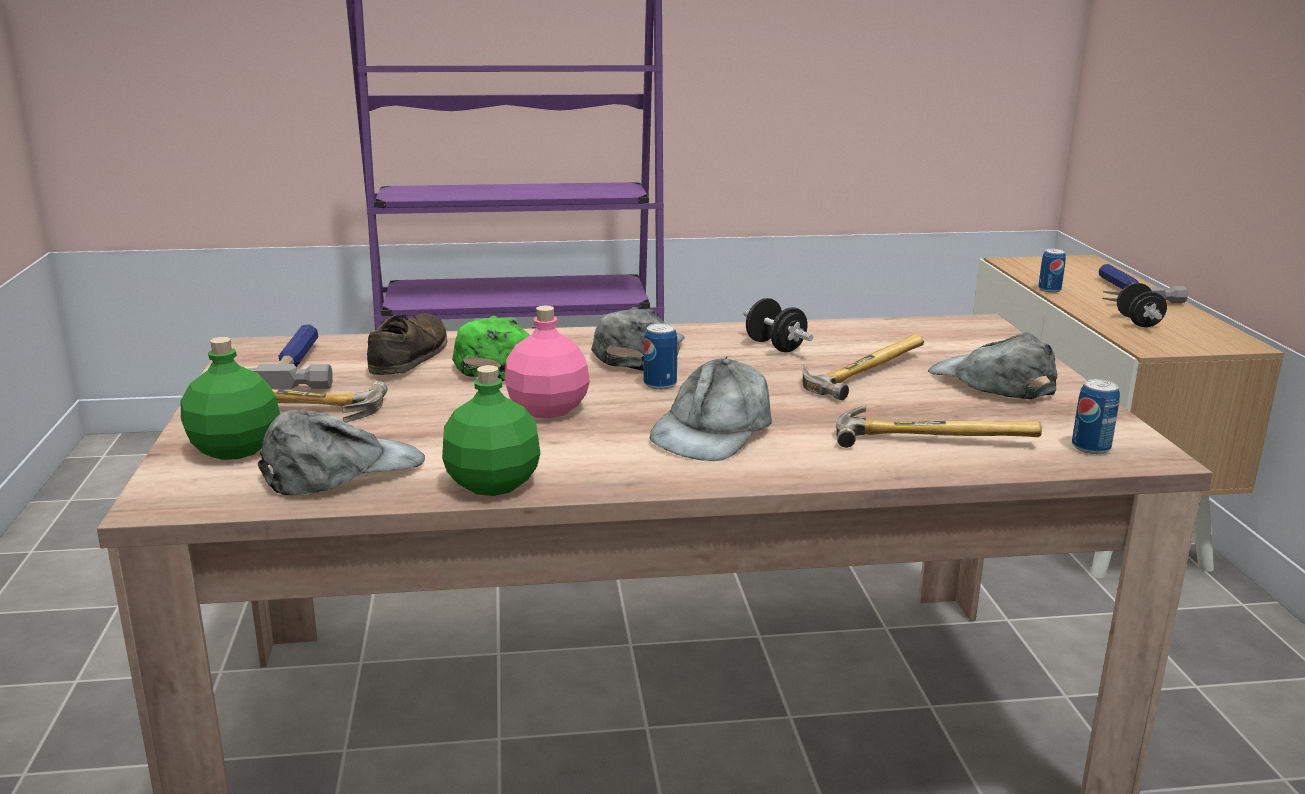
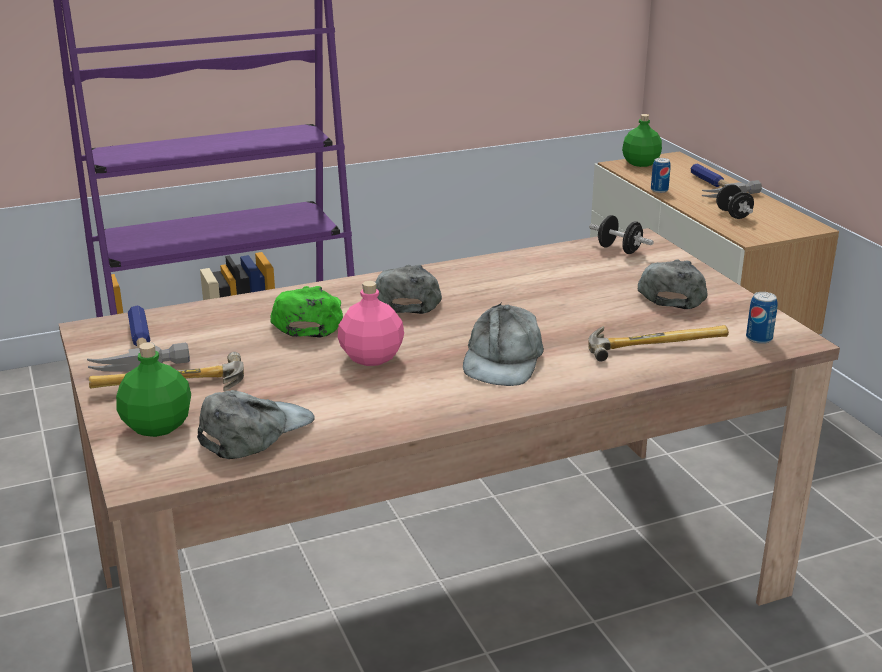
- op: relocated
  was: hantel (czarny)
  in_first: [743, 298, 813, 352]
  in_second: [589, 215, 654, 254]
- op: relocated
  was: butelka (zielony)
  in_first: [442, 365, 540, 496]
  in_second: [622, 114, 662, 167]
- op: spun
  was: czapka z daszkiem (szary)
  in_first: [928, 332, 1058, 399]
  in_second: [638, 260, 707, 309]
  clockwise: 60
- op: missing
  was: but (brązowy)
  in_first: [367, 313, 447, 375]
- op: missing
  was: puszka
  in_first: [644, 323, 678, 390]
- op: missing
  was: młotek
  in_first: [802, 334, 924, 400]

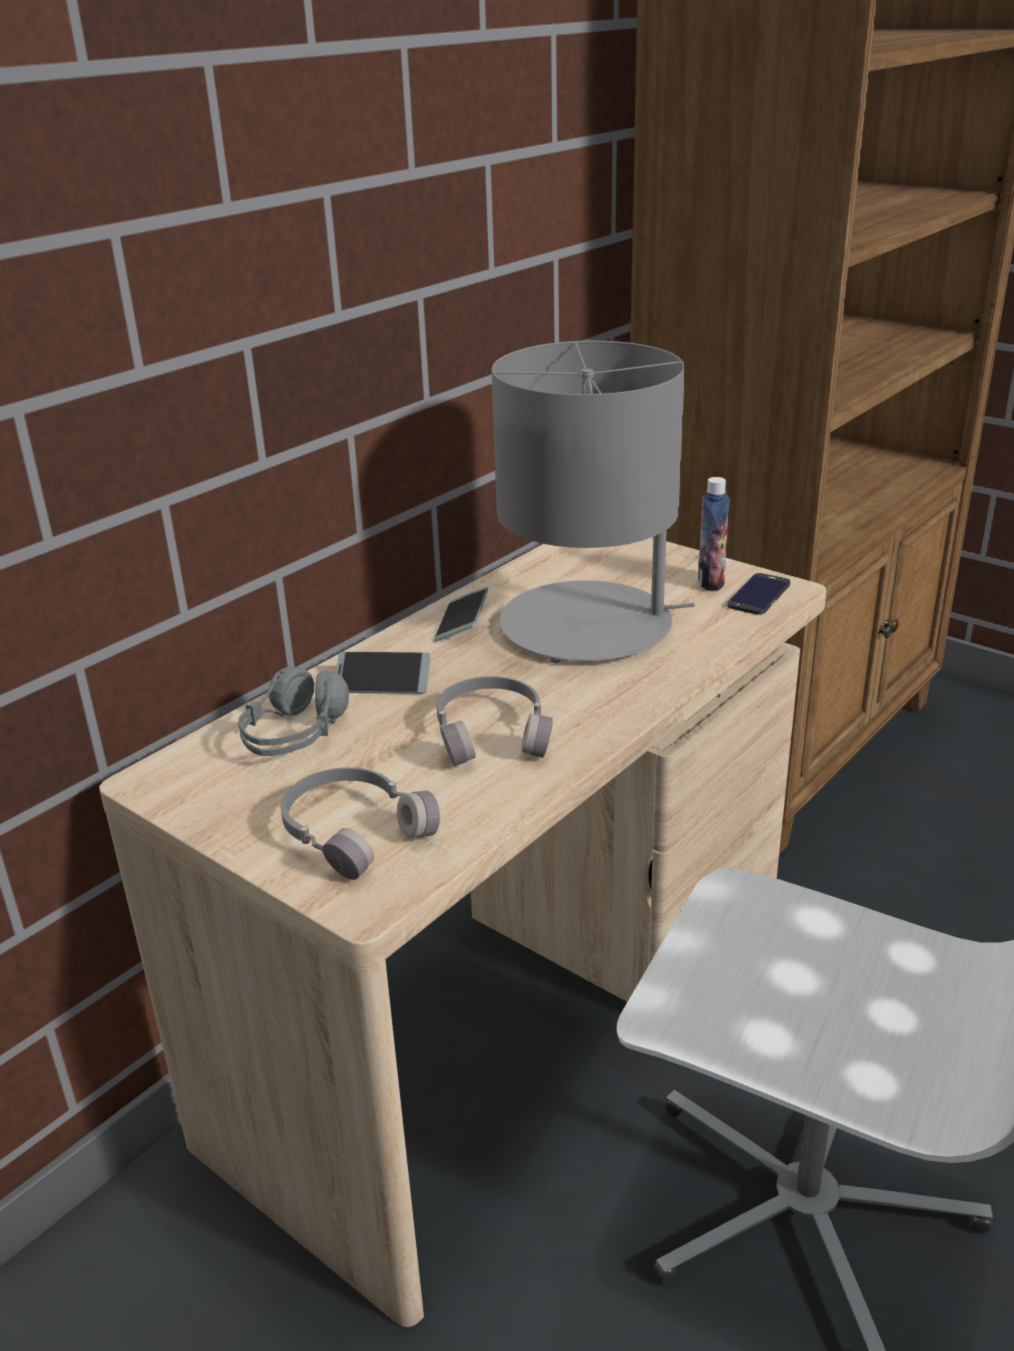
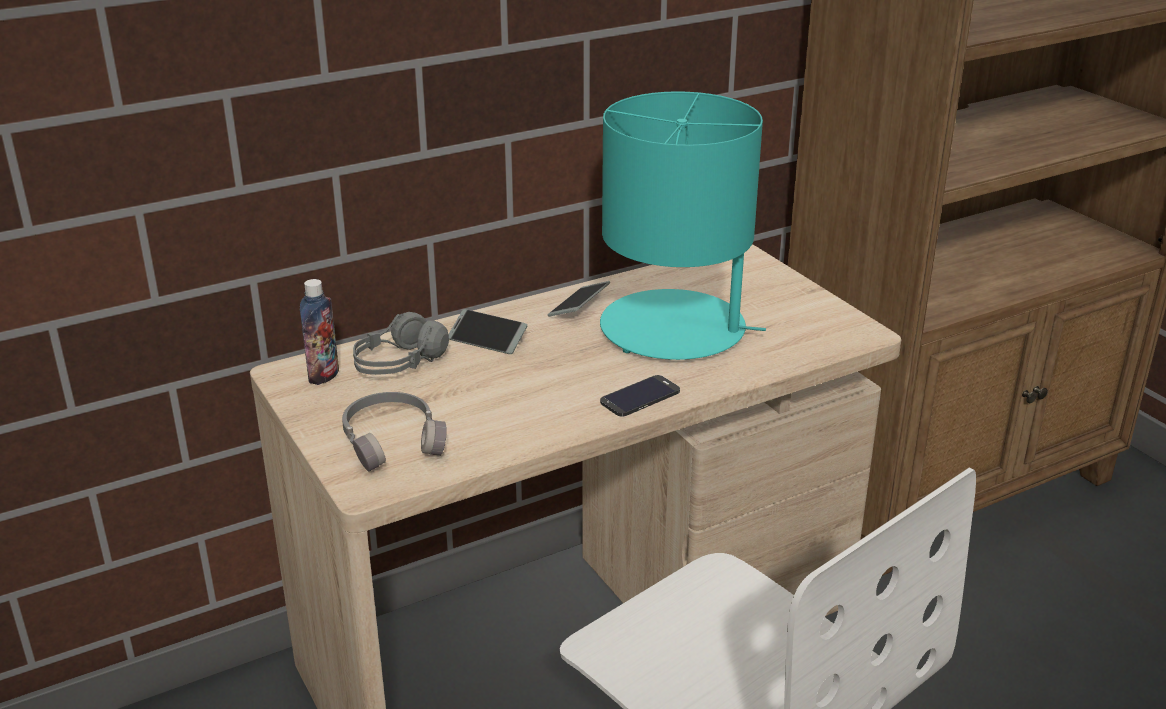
- op: relocated
  was: butelka
  in_first: [698, 477, 730, 591]
  in_second: [300, 279, 339, 385]
- op: colour
  was: lampa stołowa (szary)
  now: lampa stołowa (turkusowy)
  in_first: [492, 341, 695, 663]
  in_second: [600, 91, 766, 360]
- op: relocated
  was: telefon
  in_first: [727, 573, 790, 615]
  in_second: [600, 375, 680, 417]
- op: missing
  was: słuchawki (szary)
  in_first: [436, 676, 553, 766]

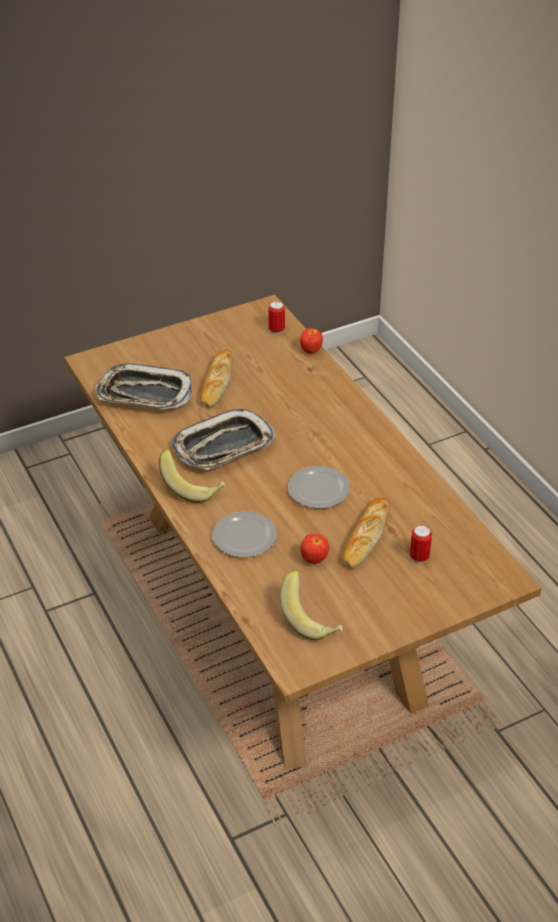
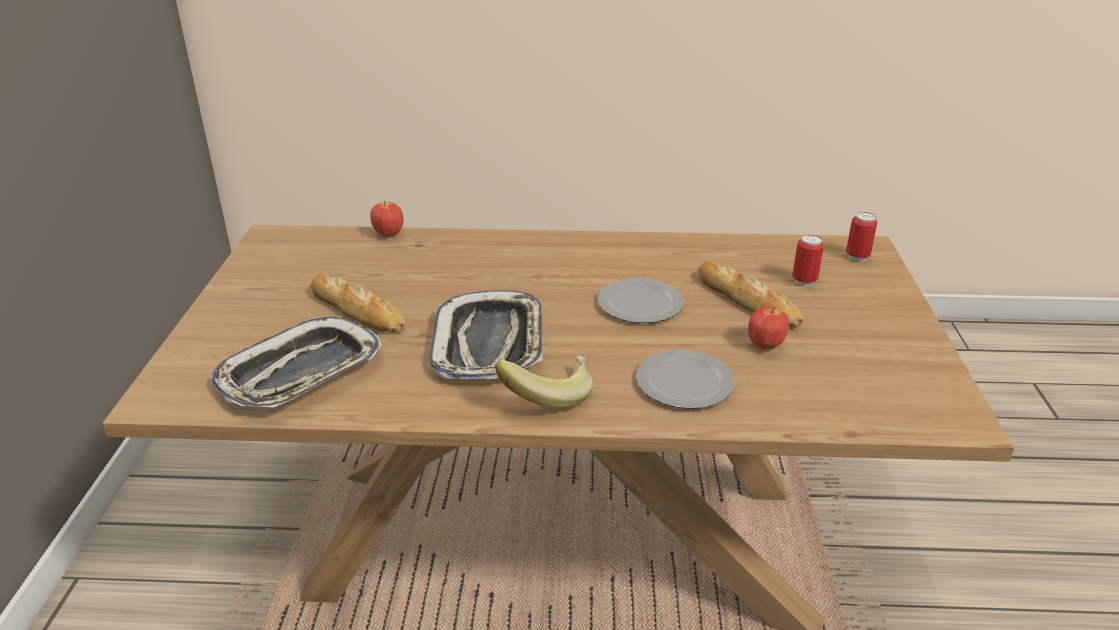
- op: relocated
  was: puszka
  in_first: [268, 301, 285, 334]
  in_second: [846, 212, 877, 261]
- op: missing
  was: banan
  in_first: [280, 570, 343, 640]

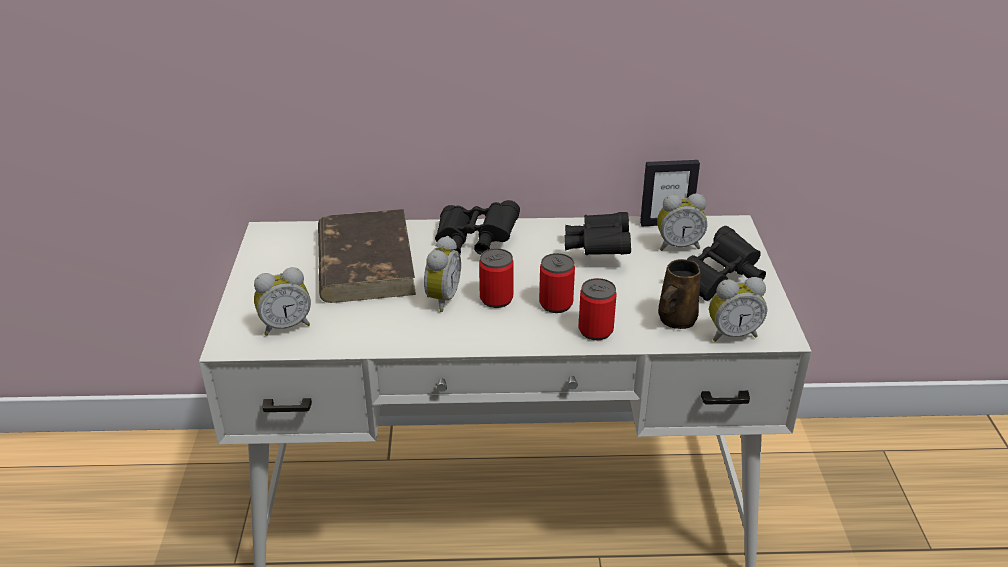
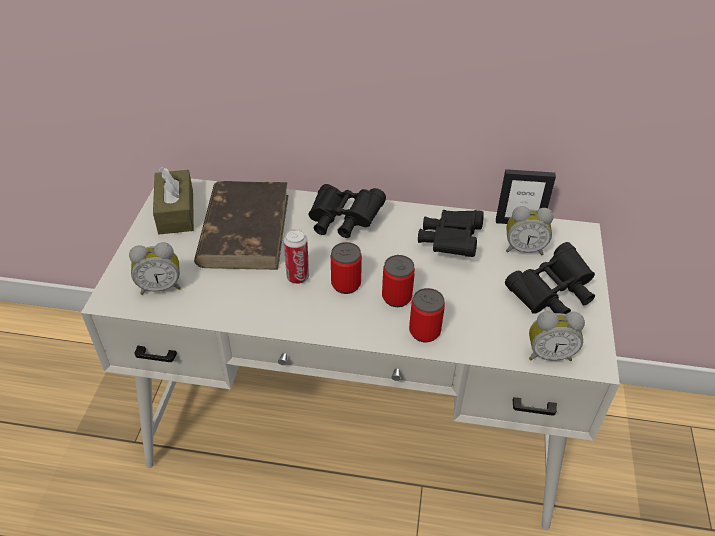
- op: appeared
  now: pudełko chusteczek (brązowy)
  in_second: [153, 167, 194, 234]
- op: exchanged
  was: budzik
  now: puszka
  in_first: [424, 236, 461, 312]
  in_second: [284, 229, 309, 284]
- op: missing
  was: kubek (brązowy)
  in_first: [658, 259, 701, 329]

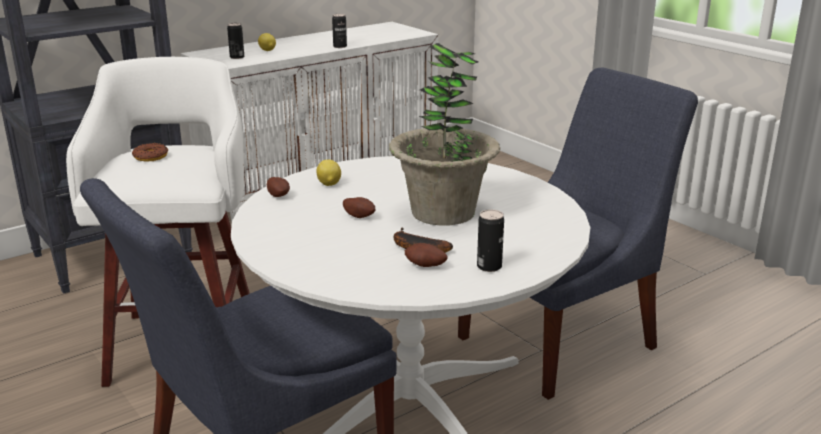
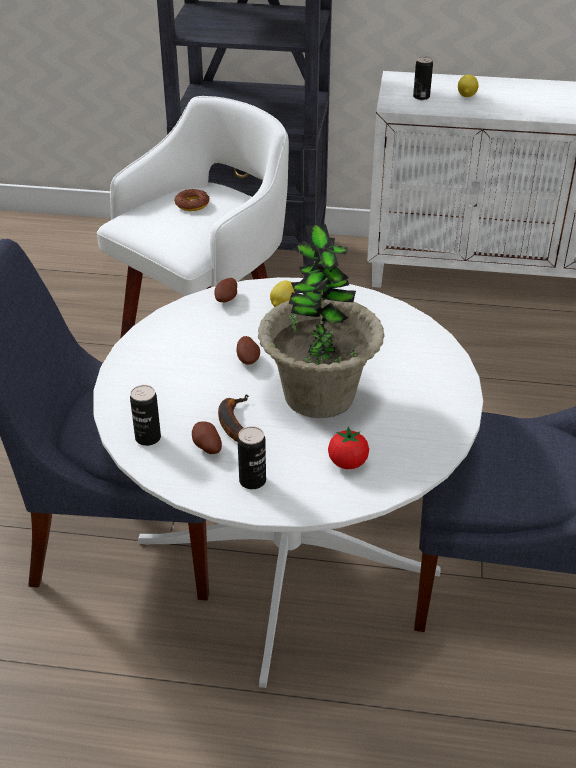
- op: relocated
  was: puszka
  in_first: [332, 14, 347, 48]
  in_second: [130, 385, 161, 446]
- op: appeared
  now: pomidor
  in_second: [328, 427, 369, 469]

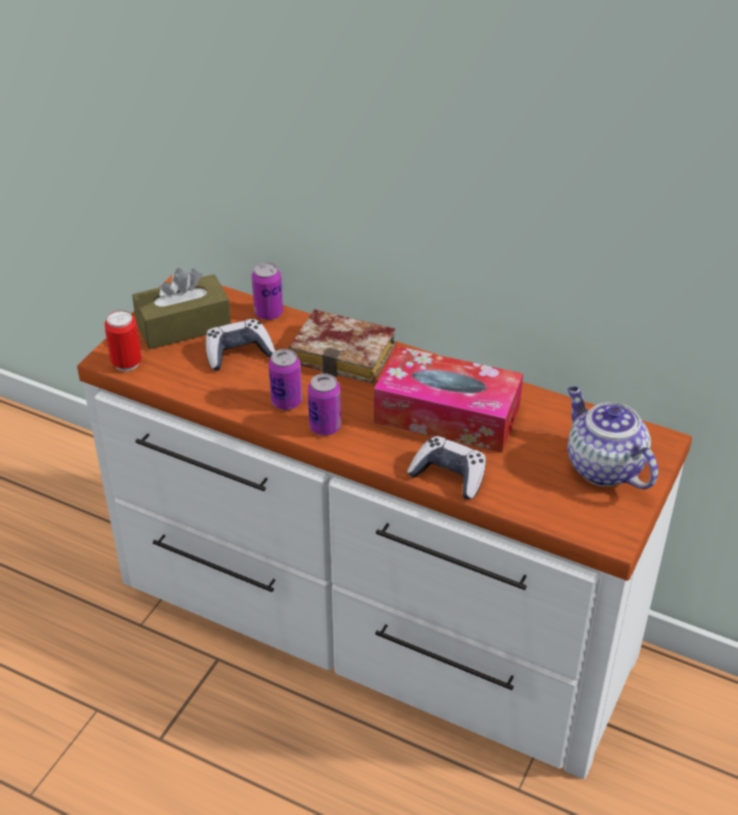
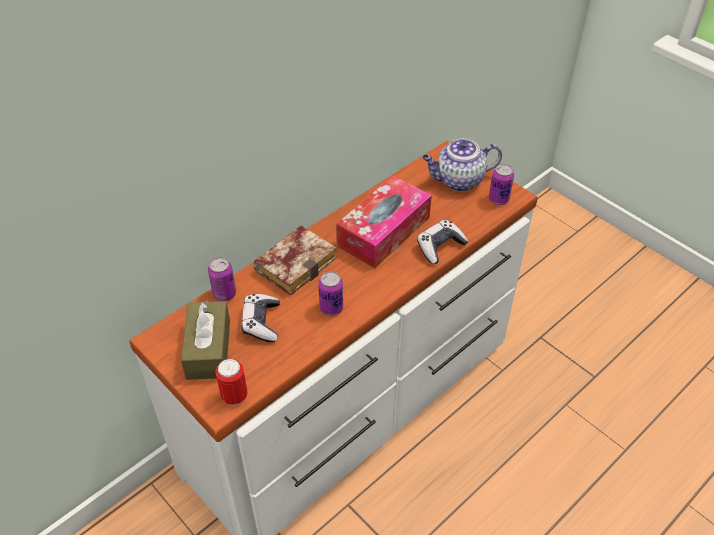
- op: relocated
  was: puszka
  in_first: [308, 373, 341, 436]
  in_second: [489, 164, 514, 205]

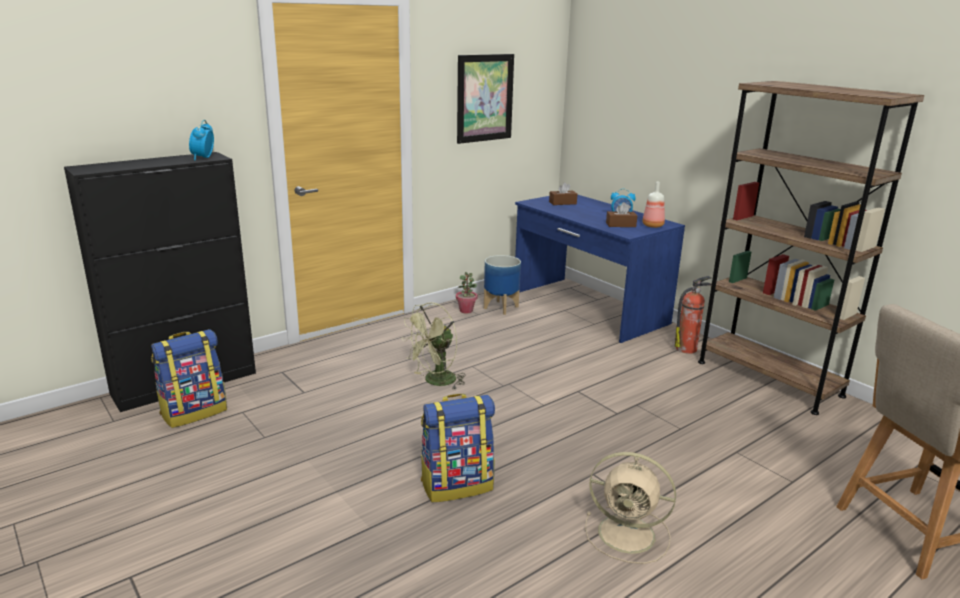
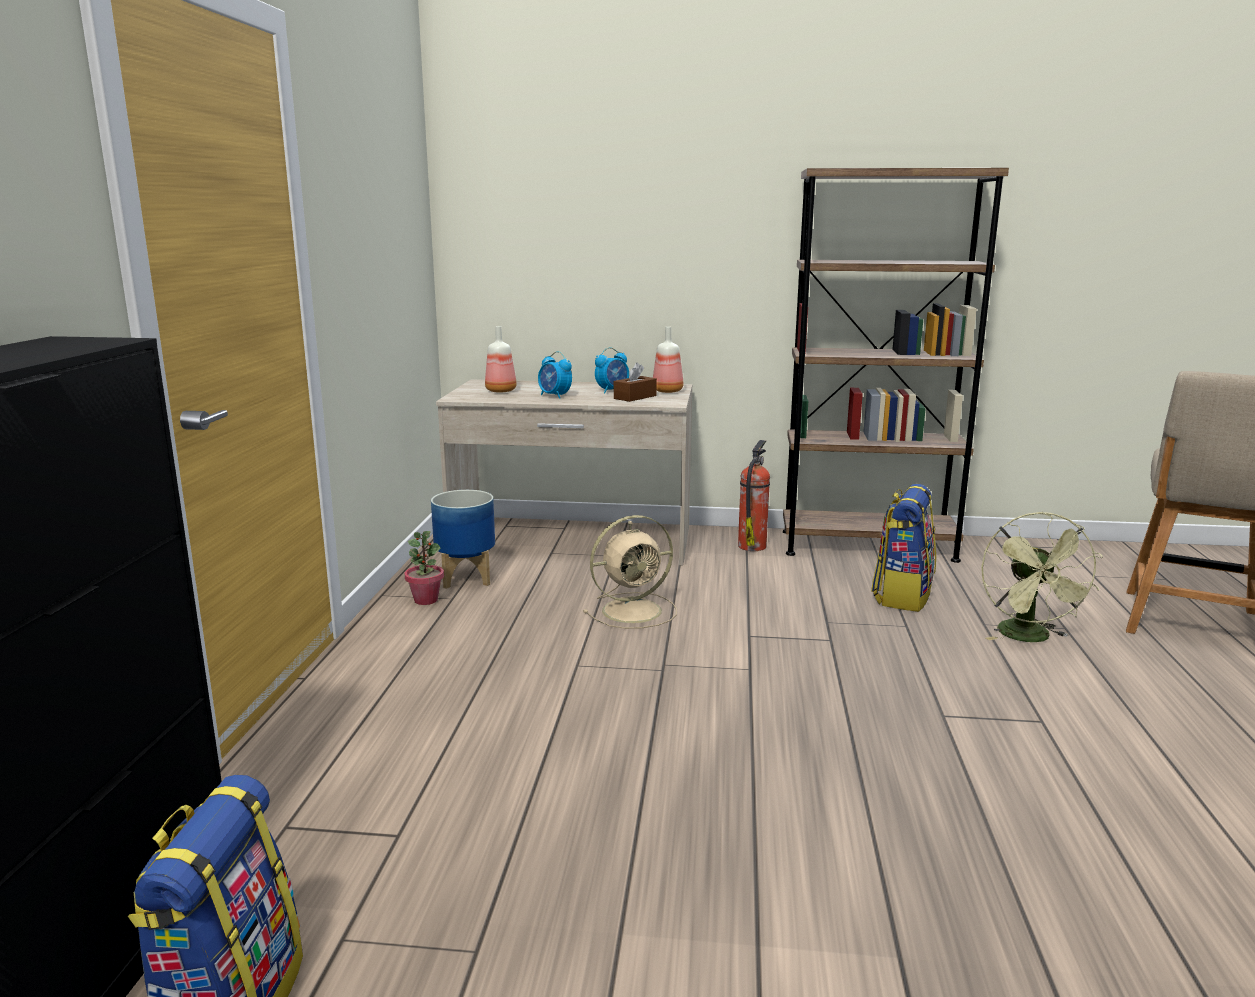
- op: colour
  was: biurko (niebieski)
  now: biurko (beżowy)
  in_first: [515, 195, 685, 343]
  in_second: [436, 379, 692, 565]
- op: exchanged
  was: pudełko chusteczek (brązowy)
  now: butelka
  in_first: [549, 182, 577, 205]
  in_second: [485, 326, 517, 392]
- op: relocated
  was: budzik
  in_first: [189, 120, 214, 160]
  in_second: [538, 351, 572, 399]
- op: relocated
  was: wentylator (beżowy)
  in_first: [585, 452, 676, 564]
  in_second: [583, 515, 677, 629]
- op: relocated
  was: plecak
  in_first: [420, 394, 495, 502]
  in_second: [871, 484, 936, 612]
- op: relocated
  was: wentylator (zielony)
  in_first: [402, 302, 465, 390]
  in_second: [981, 512, 1103, 642]
- op: missing
  was: obraz
  in_first: [457, 54, 514, 144]

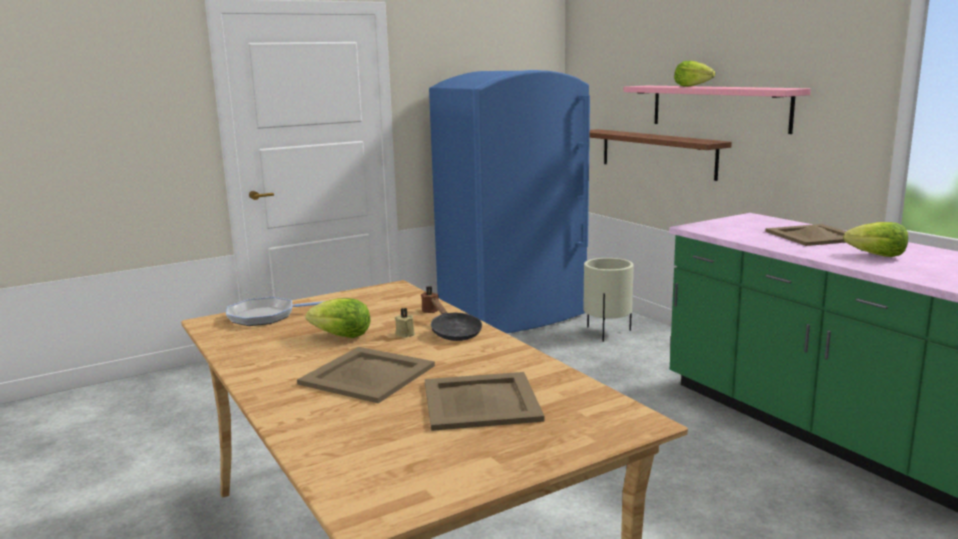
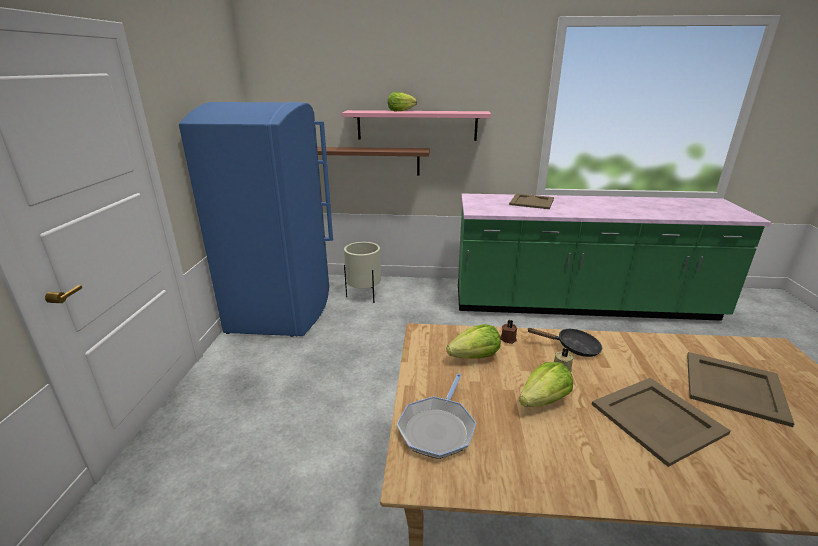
- op: relocated
  was: sałata
  in_first: [843, 222, 908, 257]
  in_second: [446, 324, 501, 359]

